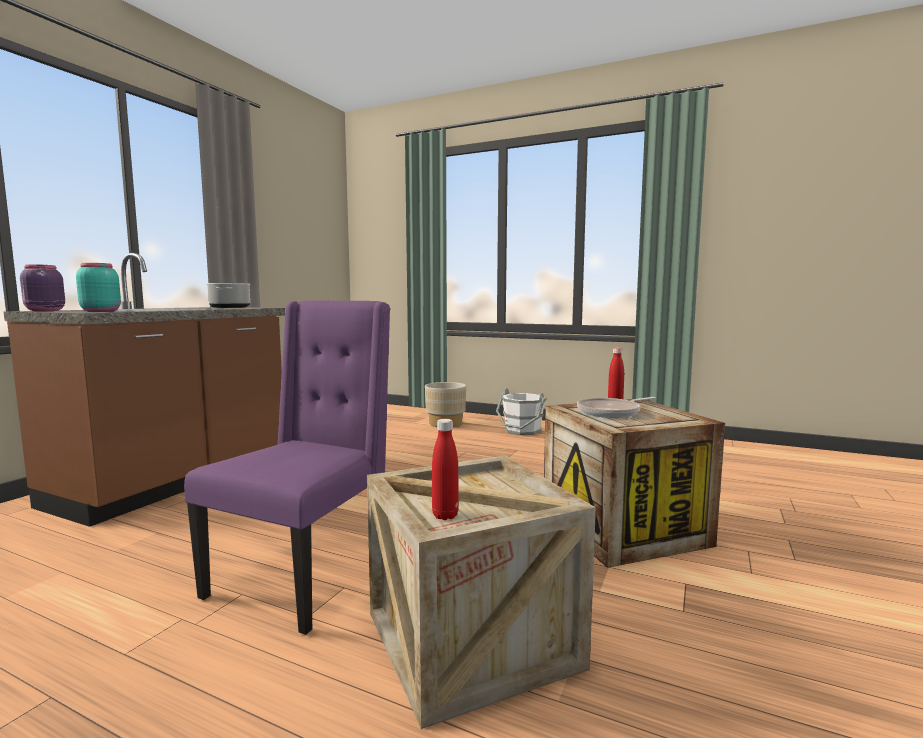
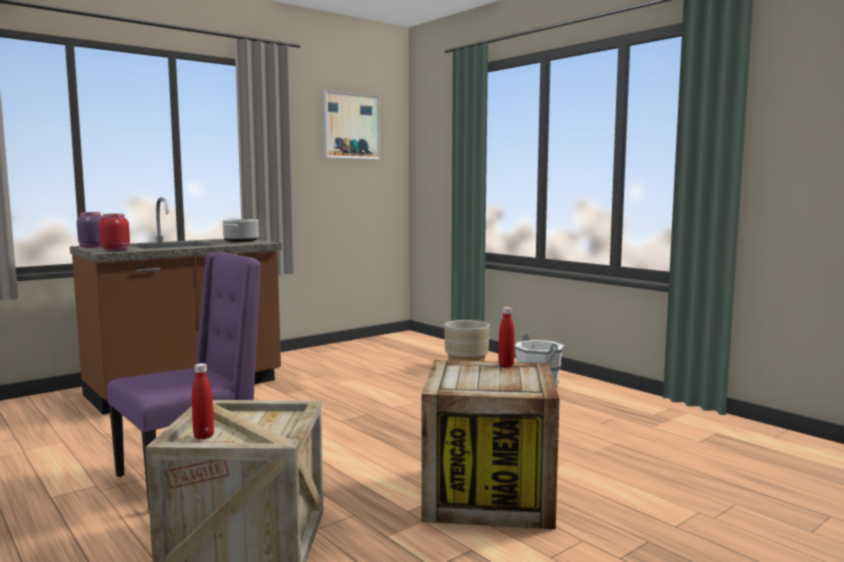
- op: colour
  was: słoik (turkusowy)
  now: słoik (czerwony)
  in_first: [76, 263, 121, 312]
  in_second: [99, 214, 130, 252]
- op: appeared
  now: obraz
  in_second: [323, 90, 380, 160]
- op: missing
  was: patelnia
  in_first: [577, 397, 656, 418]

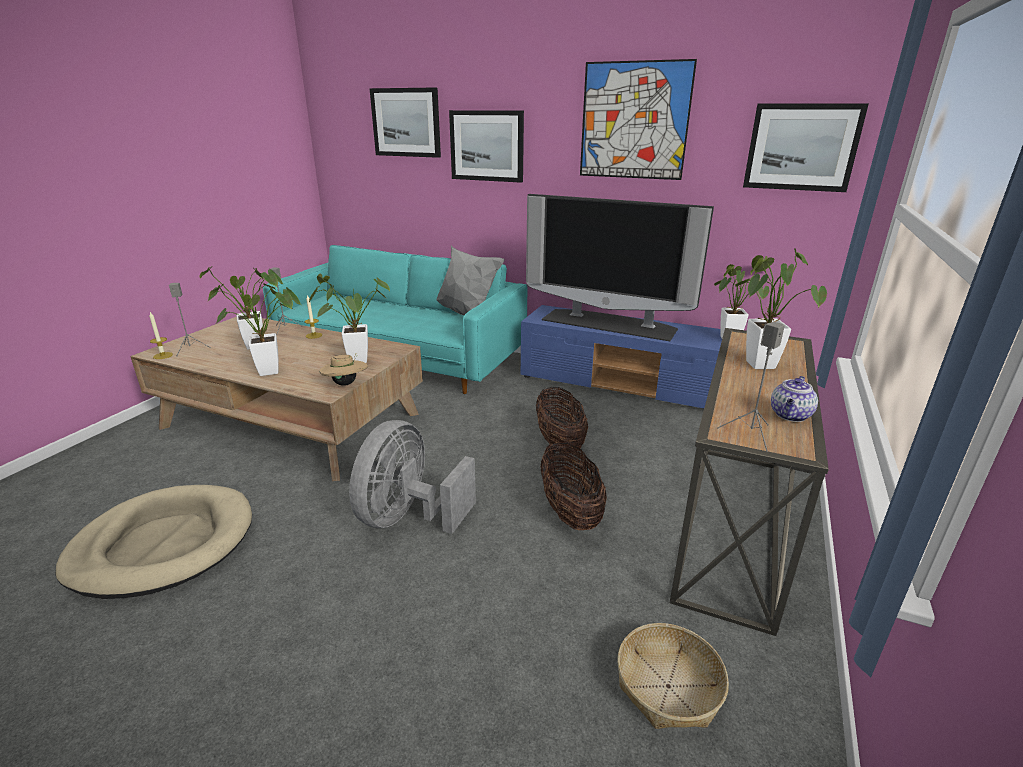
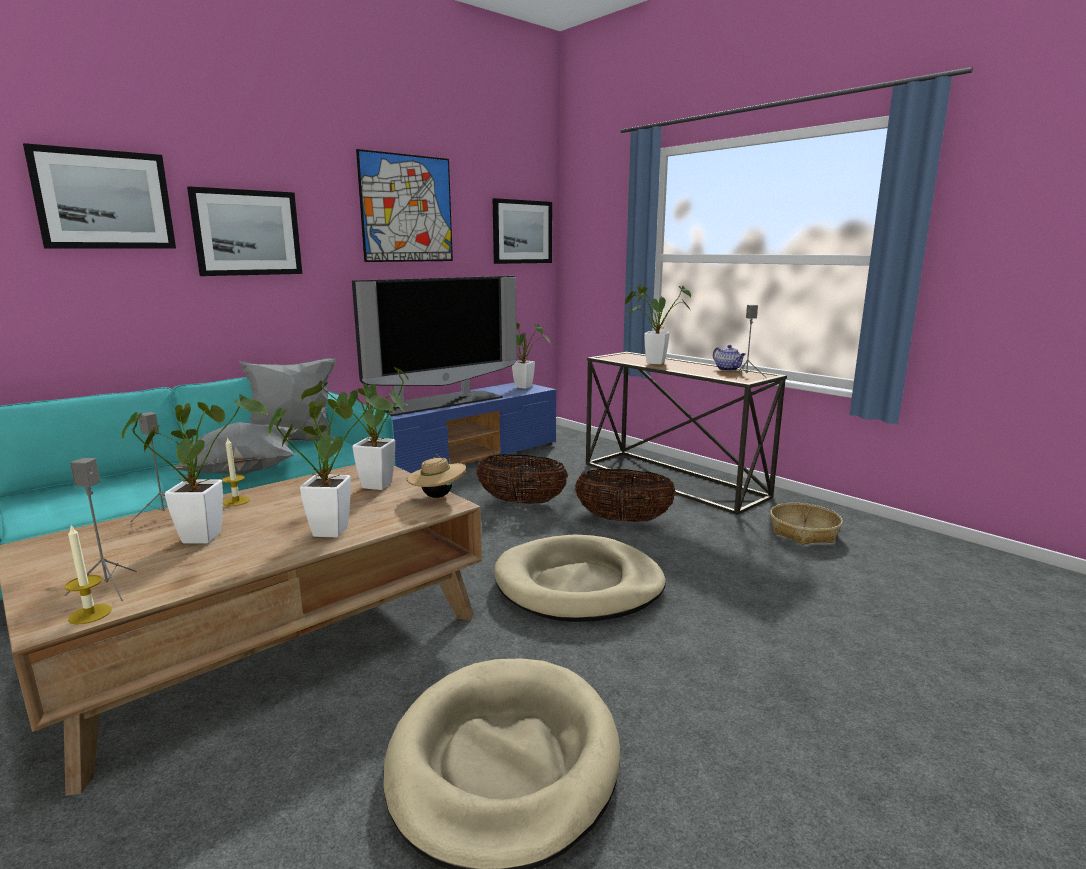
- op: appeared
  now: poduszka (szary)
  in_second: [169, 422, 298, 475]
- op: exchanged
  was: wentylator (szary)
  now: legowisko (beżowy)
  in_first: [349, 420, 476, 534]
  in_second: [494, 535, 666, 622]

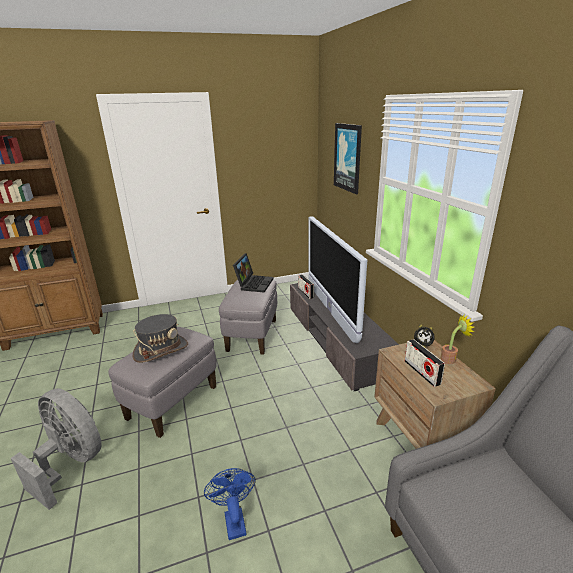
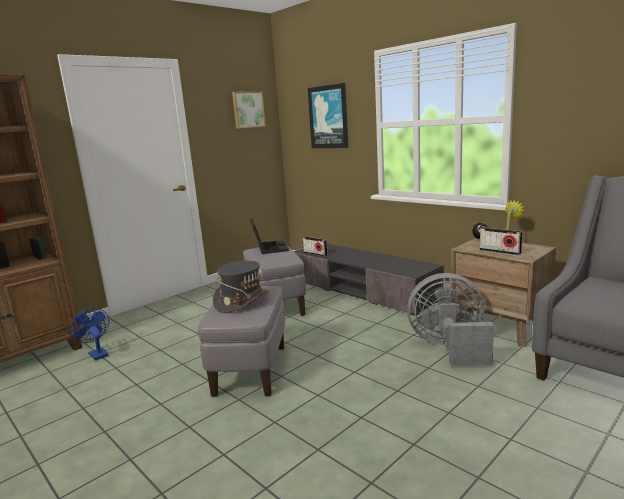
- op: relocated
  was: wentylator (niebieski)
  in_first: [204, 468, 256, 540]
  in_second: [69, 308, 109, 361]
- op: appeared
  now: obraz
  in_second: [232, 91, 266, 129]
- op: relocated
  was: wentylator (szary)
  in_first: [11, 388, 102, 510]
  in_second: [407, 273, 494, 365]
- op: missing
  was: telewizor
  in_first: [309, 216, 367, 343]

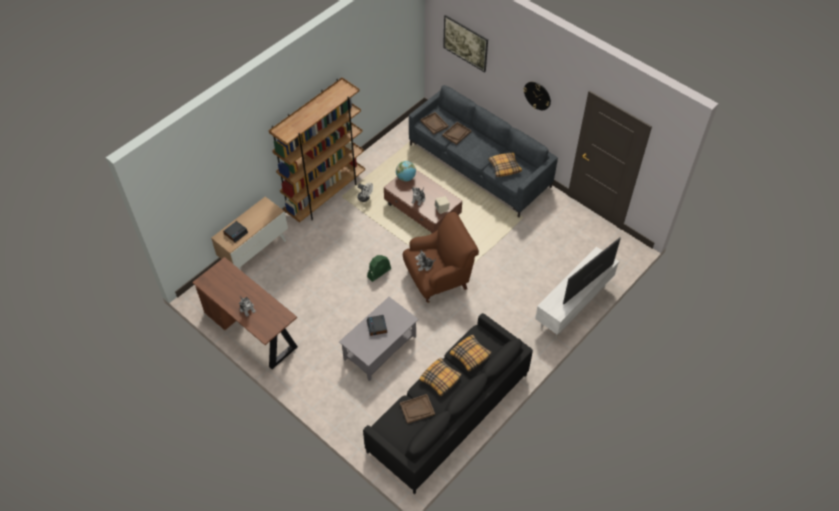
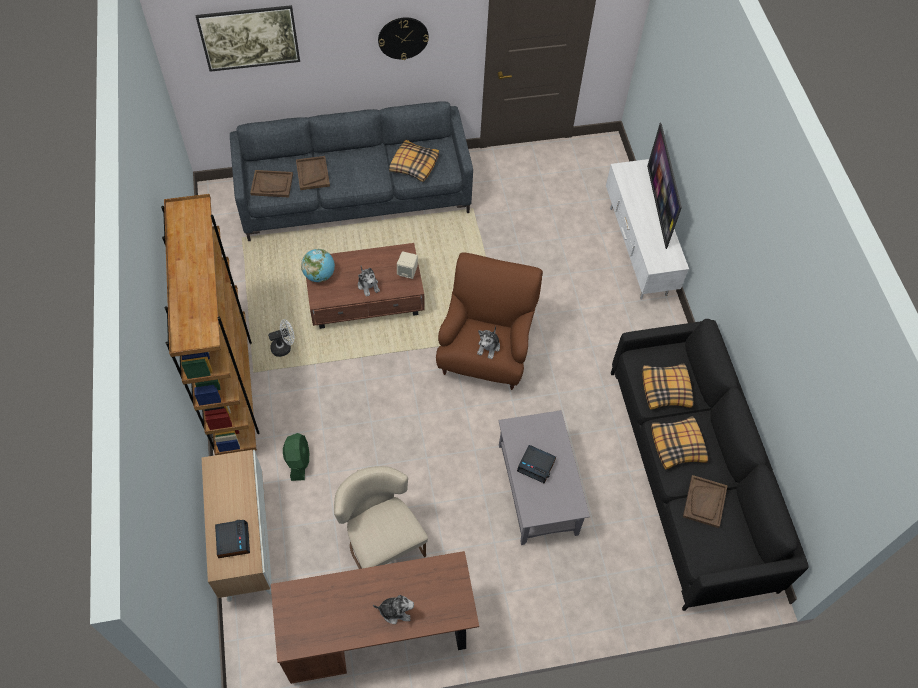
- op: relocated
  was: wentylator (zielony)
  in_first: [367, 255, 391, 282]
  in_second: [283, 433, 309, 481]
- op: appeared
  now: krzesło (beżowy)
  in_second: [334, 466, 428, 569]

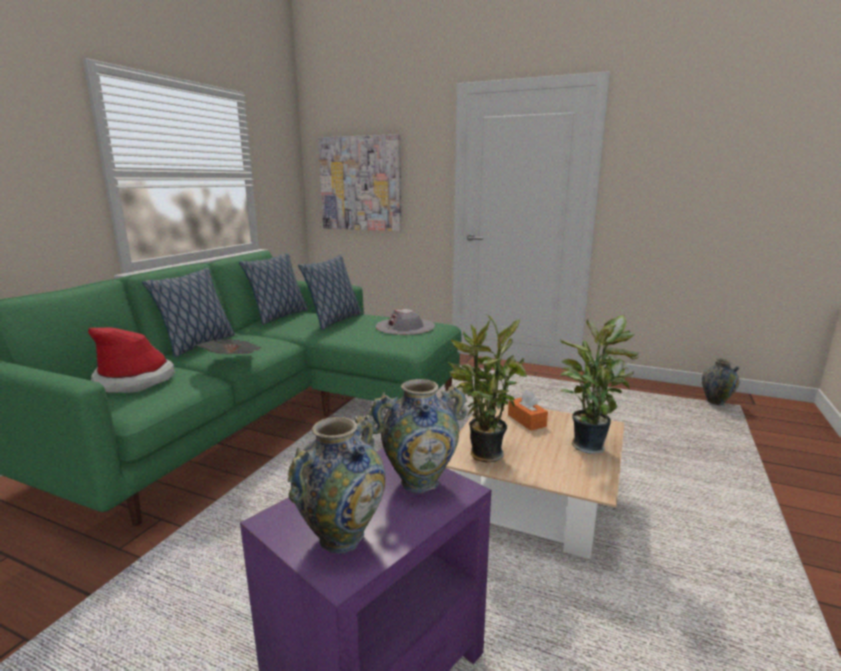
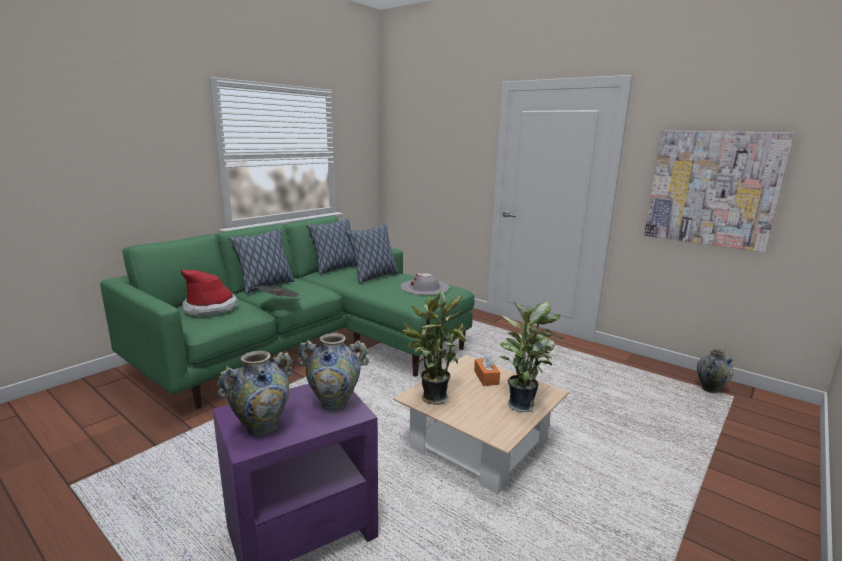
- op: relocated
  was: obraz
  in_first: [318, 134, 401, 231]
  in_second: [644, 131, 795, 252]

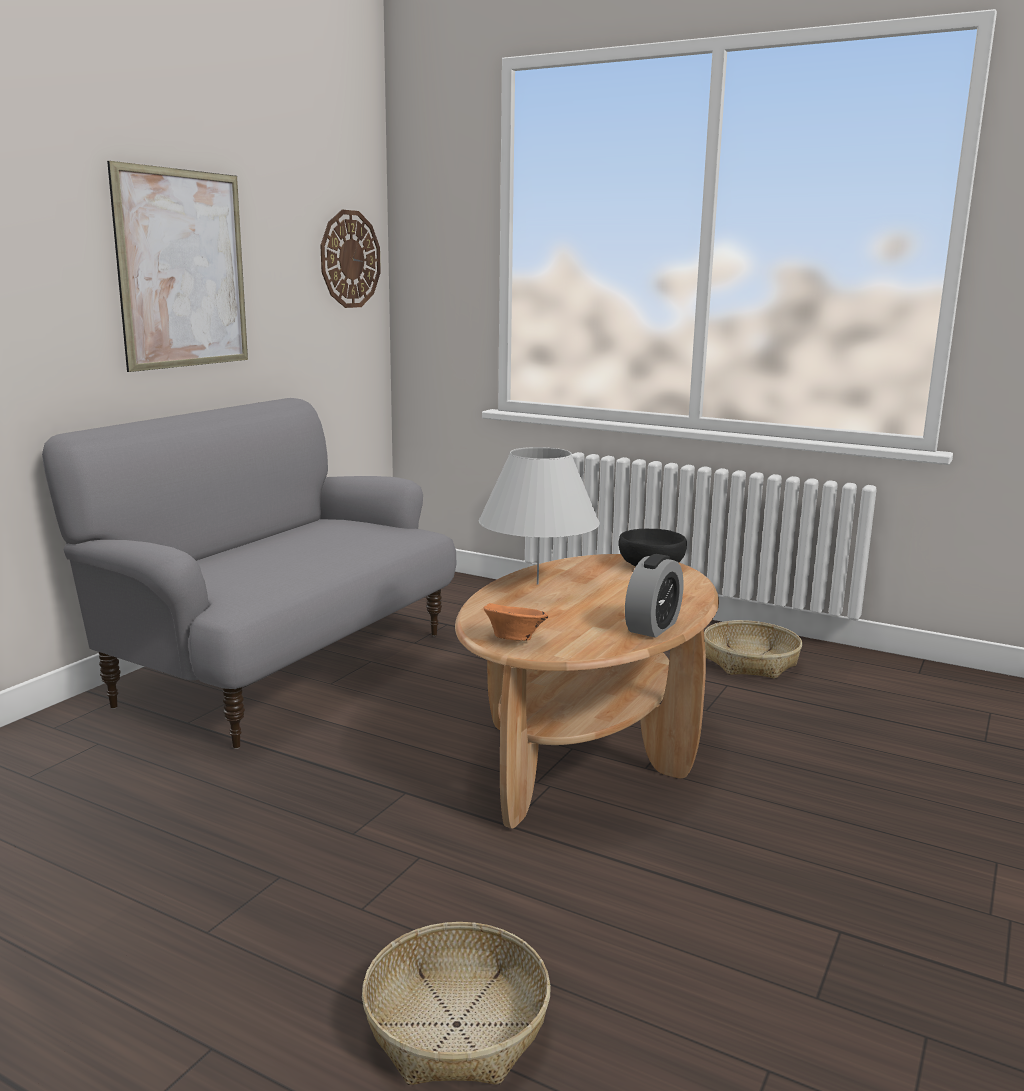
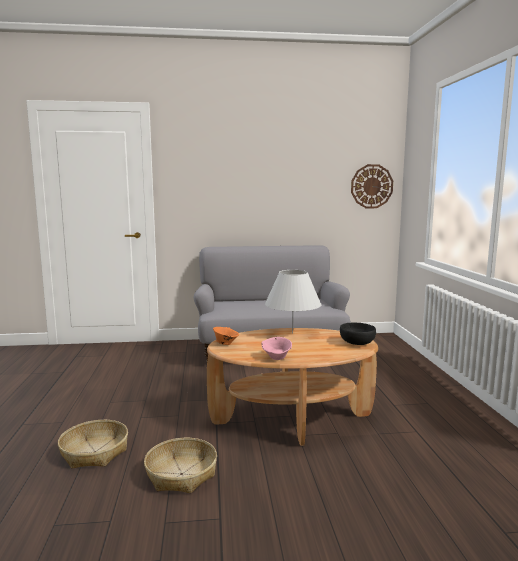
- op: relocated
  was: koszyk
  in_first: [704, 620, 802, 679]
  in_second: [144, 438, 217, 493]
- op: exchanged
  was: budzik
  now: miska (różowy)
  in_first: [625, 554, 684, 638]
  in_second: [261, 337, 292, 360]
- op: missing
  was: obraz
  in_first: [107, 161, 248, 372]

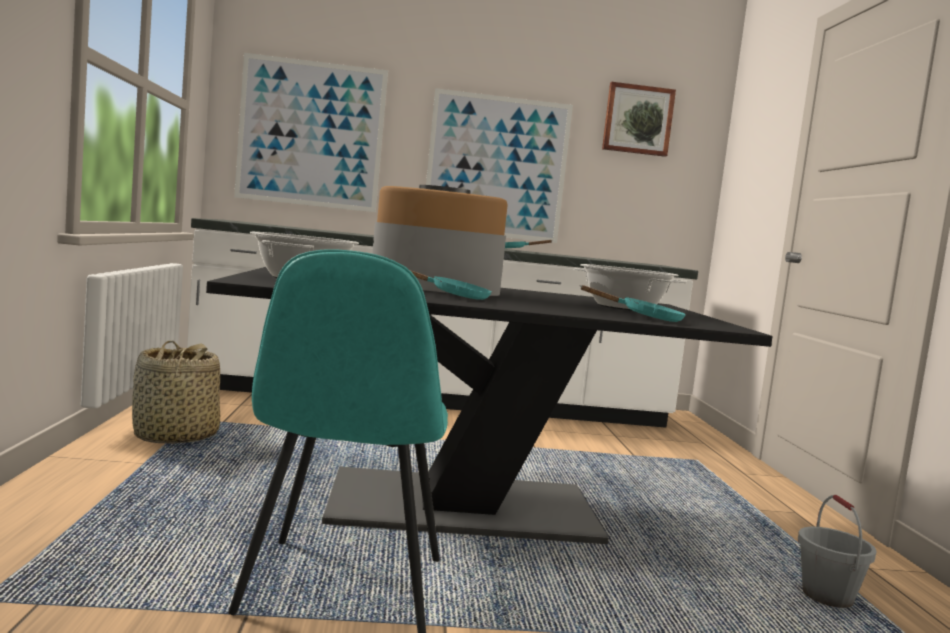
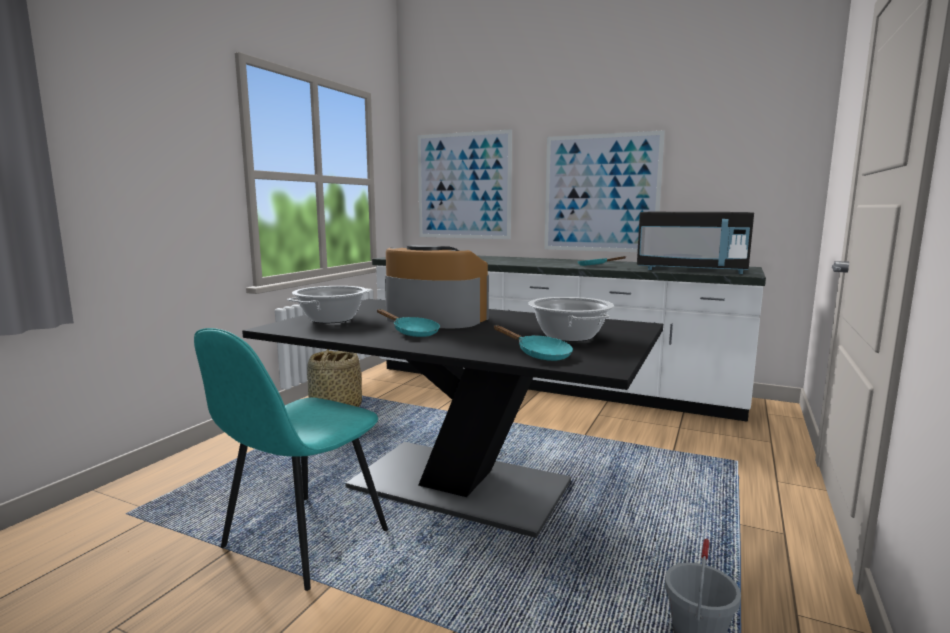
- op: appeared
  now: mikrofalówka (czarny)
  in_second: [637, 212, 754, 274]
- op: missing
  was: obraz
  in_first: [602, 82, 676, 157]

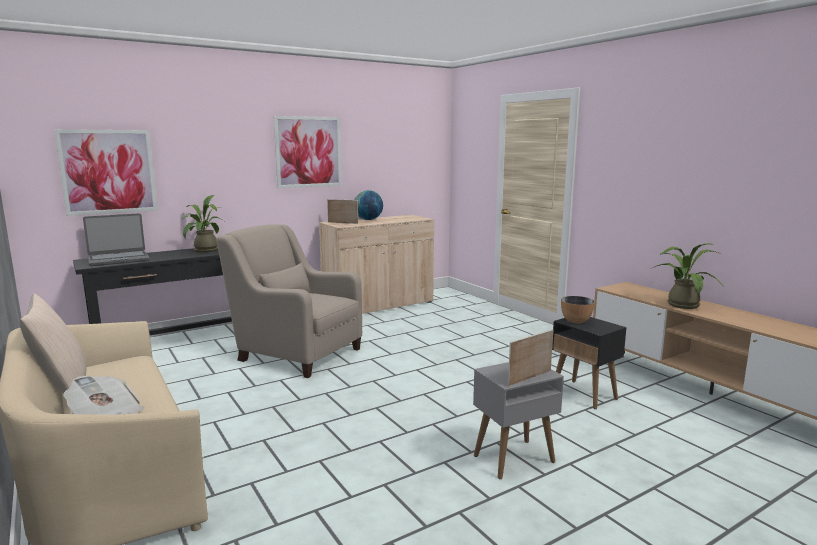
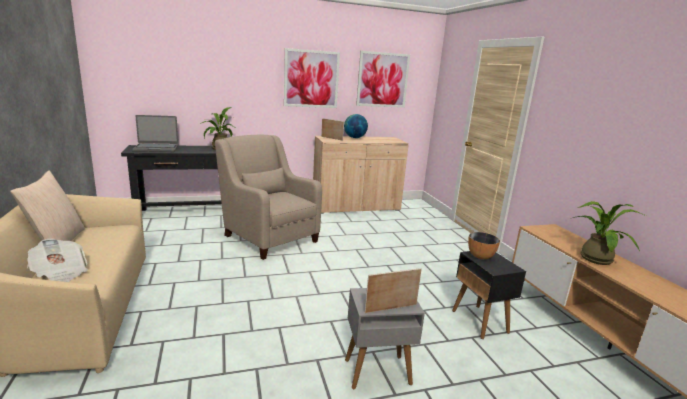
- op: relocated
  was: obraz
  in_first: [54, 129, 157, 216]
  in_second: [356, 51, 410, 108]

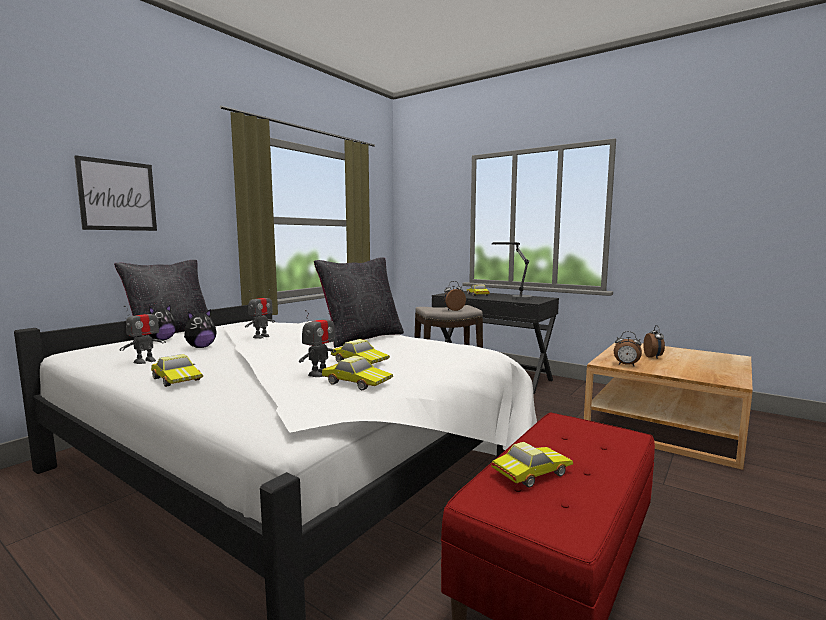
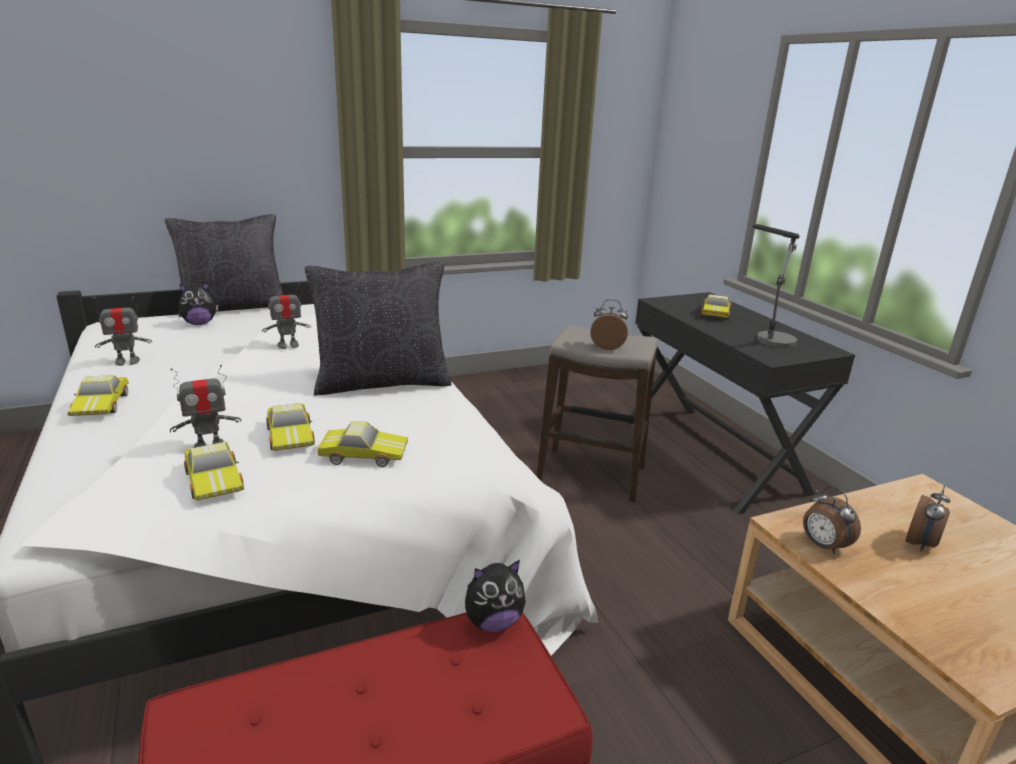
- op: relocated
  was: samochodzik
  in_first: [491, 442, 573, 488]
  in_second: [318, 421, 408, 467]
- op: relocated
  was: pluszak
  in_first: [184, 309, 217, 348]
  in_second: [465, 560, 526, 632]
- op: missing
  was: obraz
  in_first: [74, 155, 157, 231]

